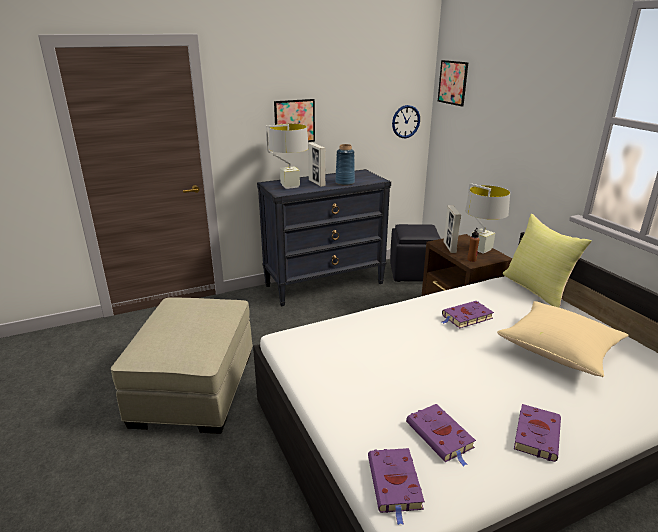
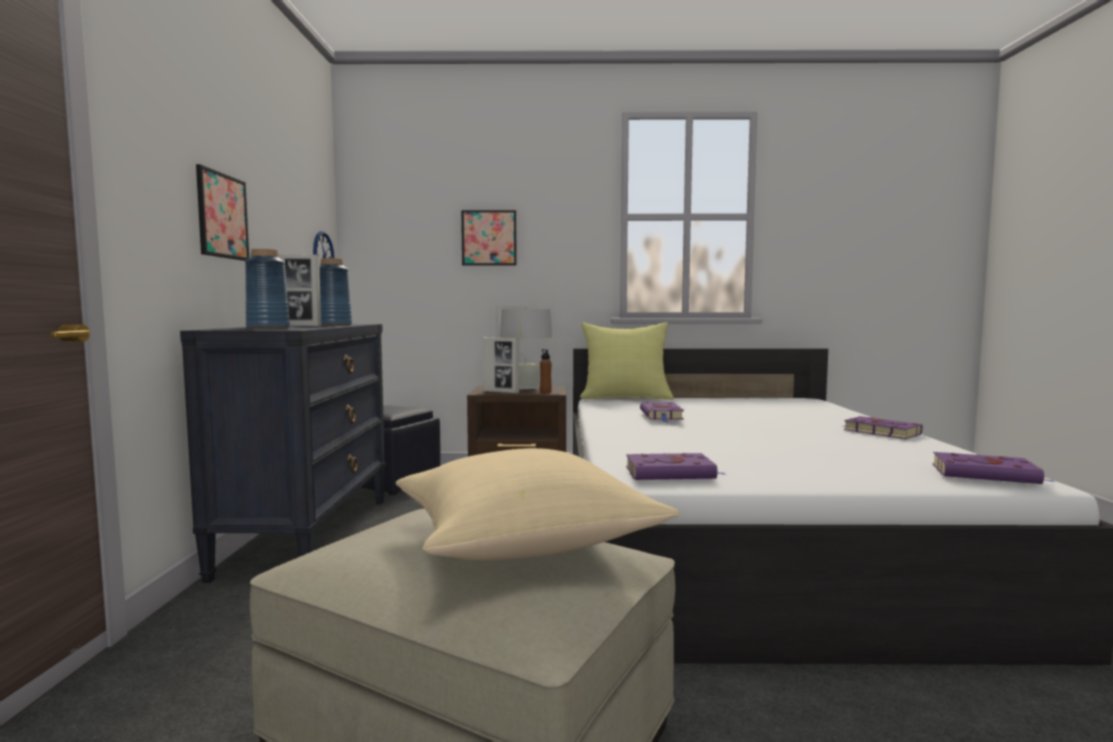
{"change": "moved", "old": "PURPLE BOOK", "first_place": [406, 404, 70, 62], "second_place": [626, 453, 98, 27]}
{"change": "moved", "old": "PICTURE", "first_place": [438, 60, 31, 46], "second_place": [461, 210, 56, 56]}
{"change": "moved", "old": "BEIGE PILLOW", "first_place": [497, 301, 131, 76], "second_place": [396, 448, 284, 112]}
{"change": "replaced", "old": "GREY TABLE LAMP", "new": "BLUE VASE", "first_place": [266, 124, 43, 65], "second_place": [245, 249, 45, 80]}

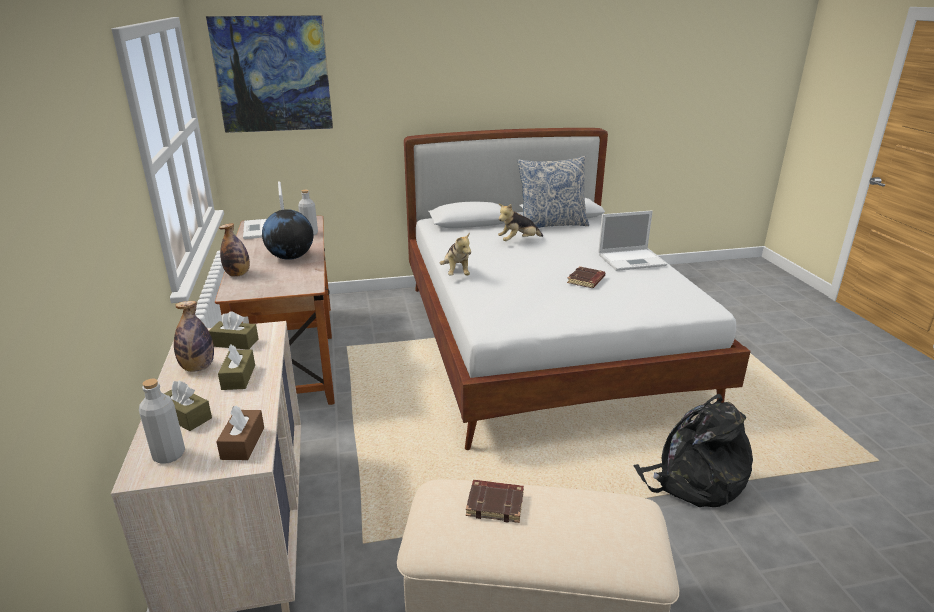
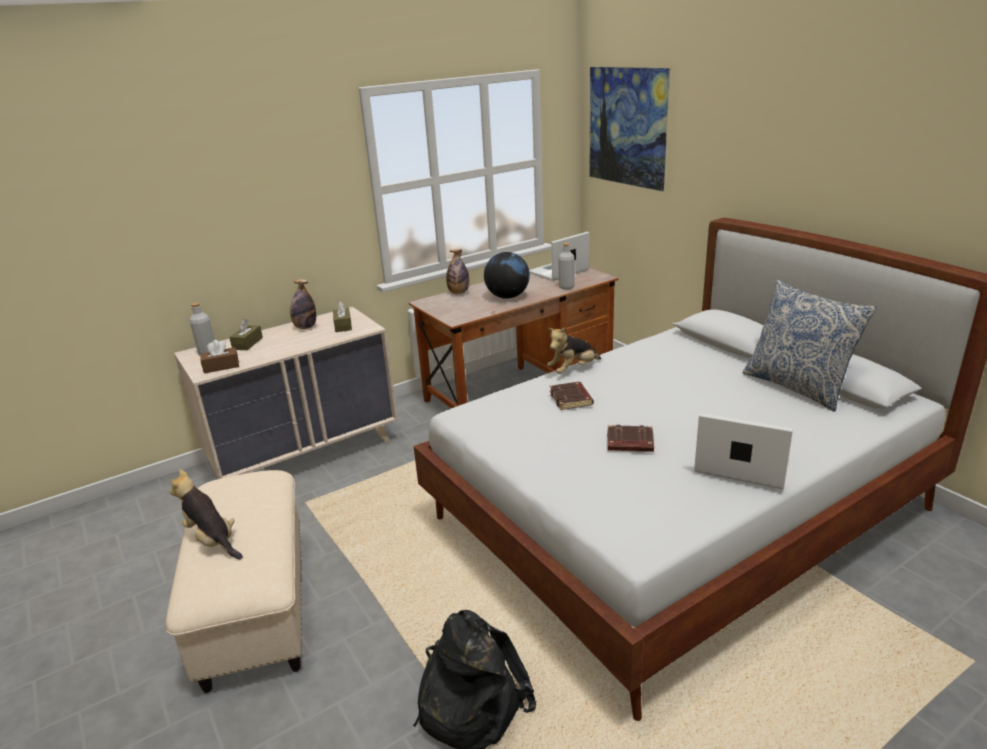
{"change": "removed", "old": "BROWN TISSUE BOX", "first_place": [218, 344, 37, 46]}
{"change": "moved", "old": "BROWN BOOK", "first_place": [466, 480, 58, 43], "second_place": [550, 382, 44, 28]}
{"change": "moved", "old": "PLUSH TOY", "first_place": [498, 204, 45, 37], "second_place": [169, 469, 74, 90]}
{"change": "turned", "old": "LAPTOP", "first_place": [598, 210, 69, 61], "second_place": [694, 413, 99, 76], "degrees": 150}

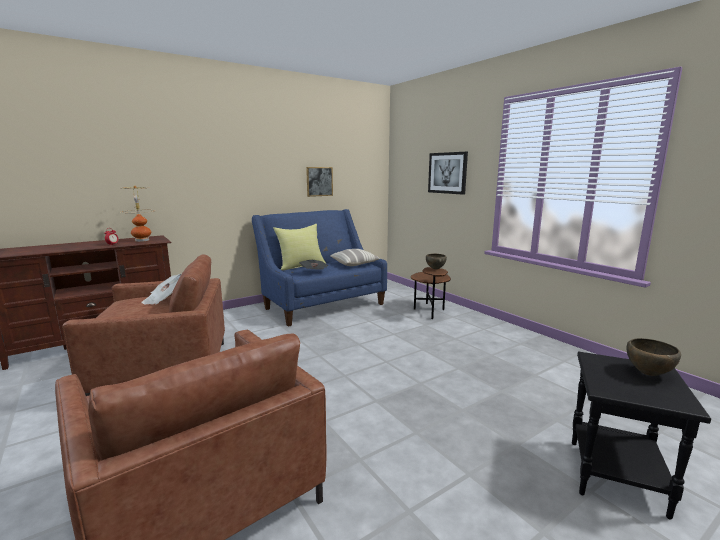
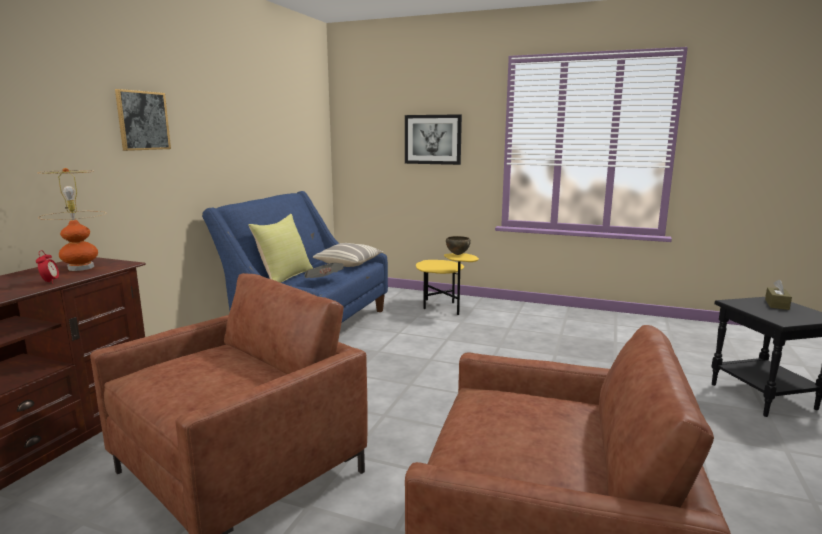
{"change": "removed", "old": "NEWSPAPER", "first_place": [142, 274, 39, 31]}
{"change": "moved", "old": "PICTURE", "first_place": [306, 167, 27, 30], "second_place": [115, 89, 56, 62]}
{"change": "replaced", "old": "BROWN BOWL", "new": "BROWN TISSUE BOX", "first_place": [627, 338, 54, 38], "second_place": [765, 279, 27, 31]}
{"change": "recoloured", "old": "BROWN SIDE TABLE", "new": "YELLOW SIDE TABLE", "first_place": [411, 267, 40, 52], "second_place": [416, 253, 63, 62]}

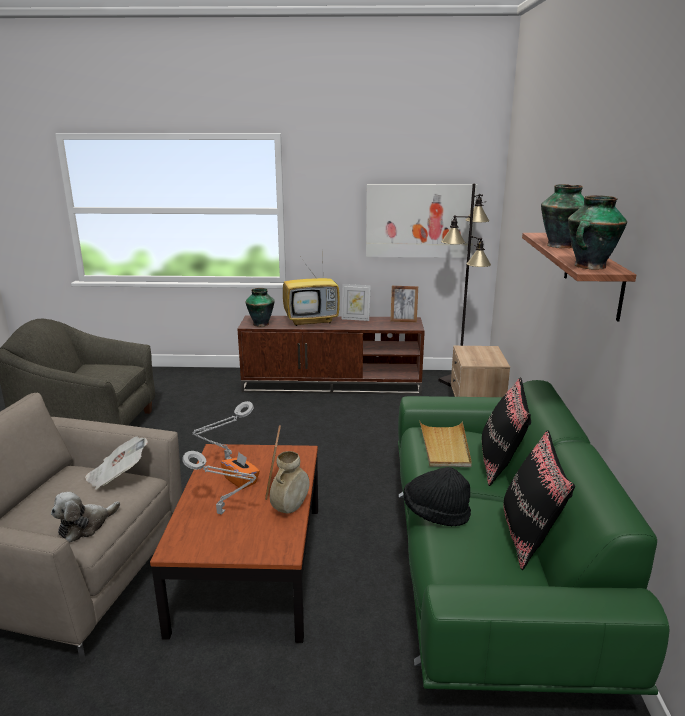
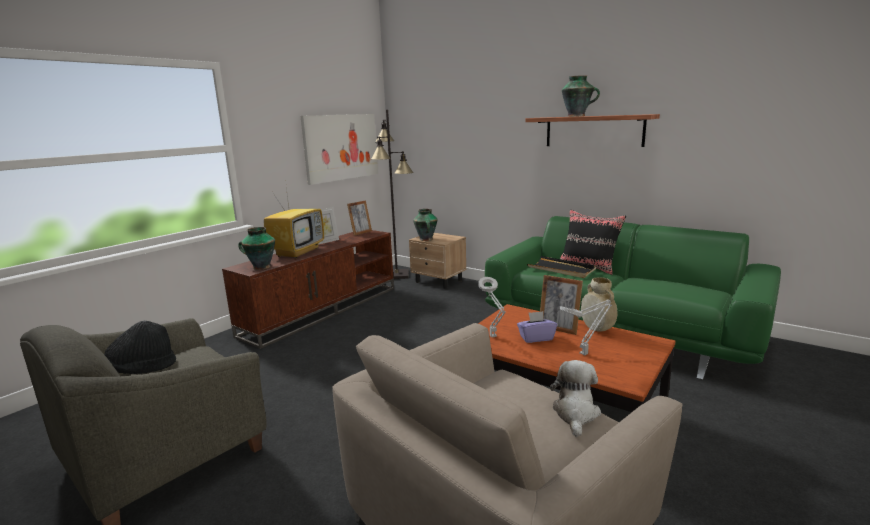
{"change": "removed", "old": "NEWSPAPER", "first_place": [85, 436, 63, 54]}
{"change": "removed", "old": "BLACK PILLOW", "first_place": [503, 430, 72, 140]}
{"change": "moved", "old": "BLACK HAT", "first_place": [404, 467, 67, 59], "second_place": [104, 321, 72, 53]}
{"change": "moved", "old": "VASE", "first_place": [568, 195, 59, 75], "second_place": [413, 209, 25, 32]}
{"change": "recoloured", "old": "ORANGE TISSUE BOX", "new": "PURPLE TISSUE BOX", "first_place": [221, 452, 39, 37], "second_place": [517, 311, 40, 32]}
{"change": "recoloured", "old": "BEIGE TRAY", "new": "BLACK TRAY", "first_place": [420, 421, 52, 46], "second_place": [527, 256, 69, 22]}
{"change": "turned", "old": "PLUSH TOY", "first_place": [51, 492, 69, 50], "second_place": [550, 360, 51, 77], "degrees": -150}

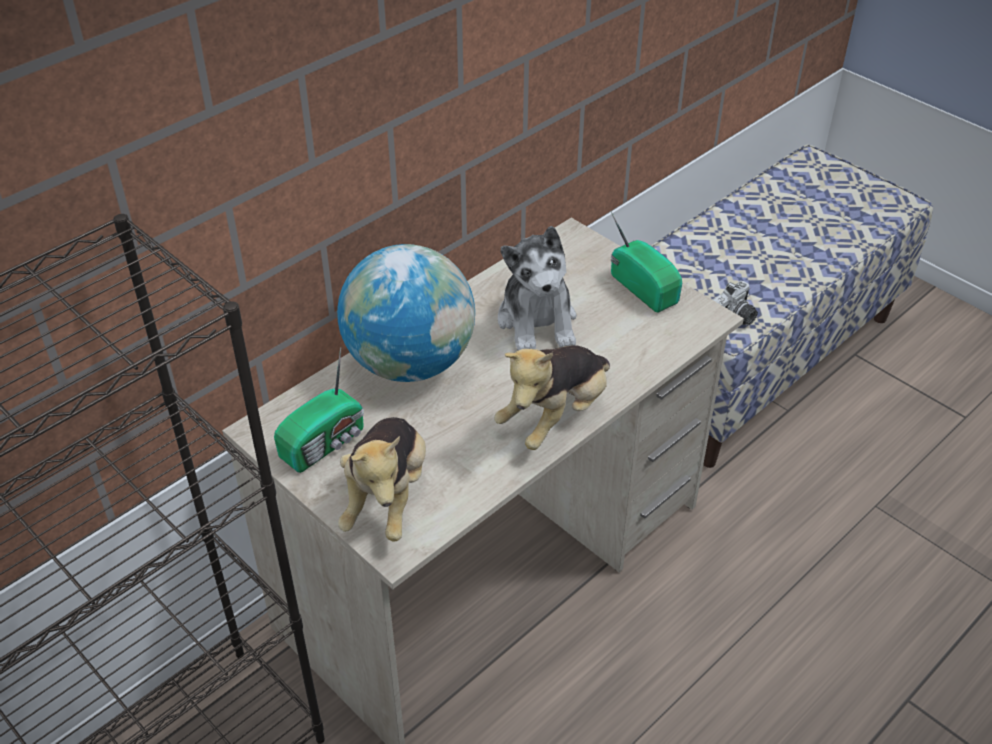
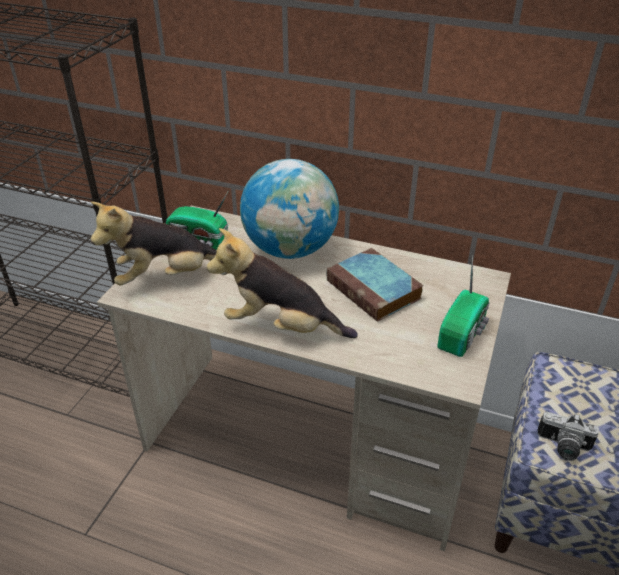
{"change": "replaced", "old": "PLUSH TOY", "new": "BOOK", "first_place": [498, 226, 79, 124], "second_place": [327, 248, 97, 74]}

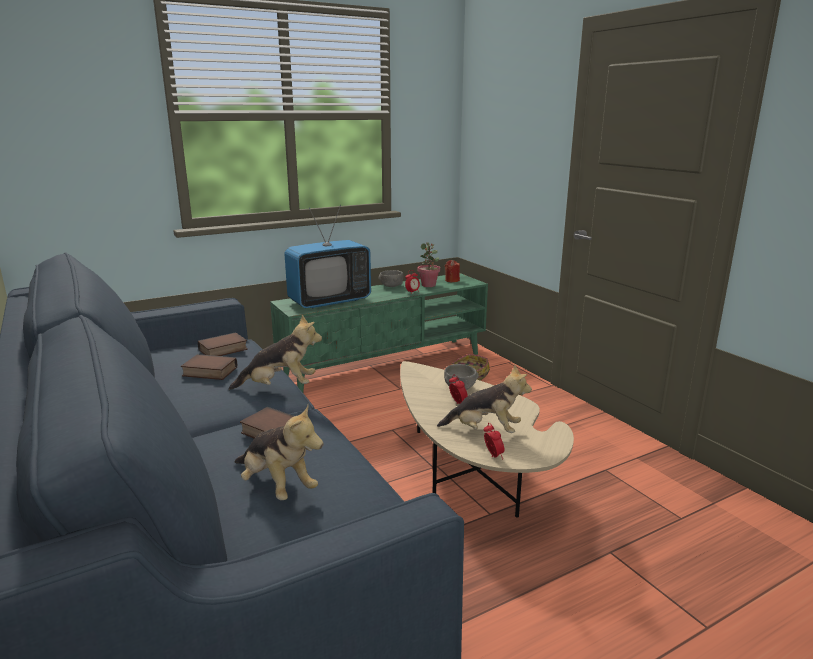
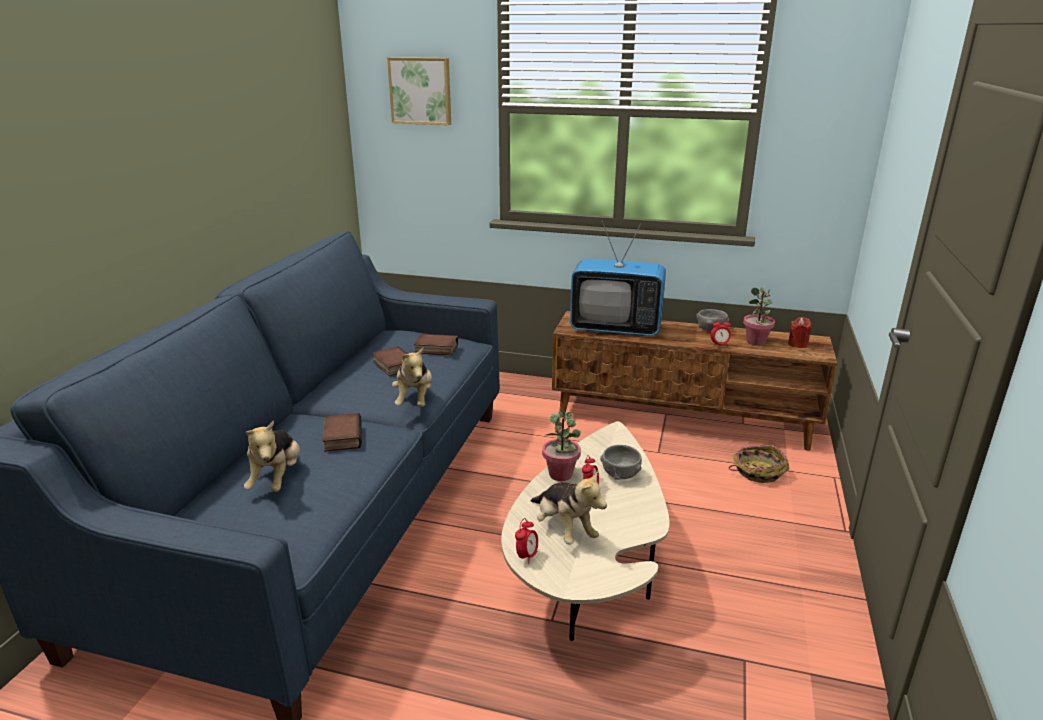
{"change": "added", "new": "PICTURE", "second_place": [387, 57, 64, 68]}
{"change": "added", "new": "POTTED PLANT", "second_place": [542, 409, 39, 72]}
{"change": "recoloured", "old": "GREEN TV STAND", "new": "BROWN TV STAND", "first_place": [270, 273, 218, 120], "second_place": [552, 311, 285, 140]}
{"change": "turned", "old": "PLUSH TOY", "first_place": [229, 315, 93, 75], "second_place": [392, 347, 40, 60], "degrees": 45}

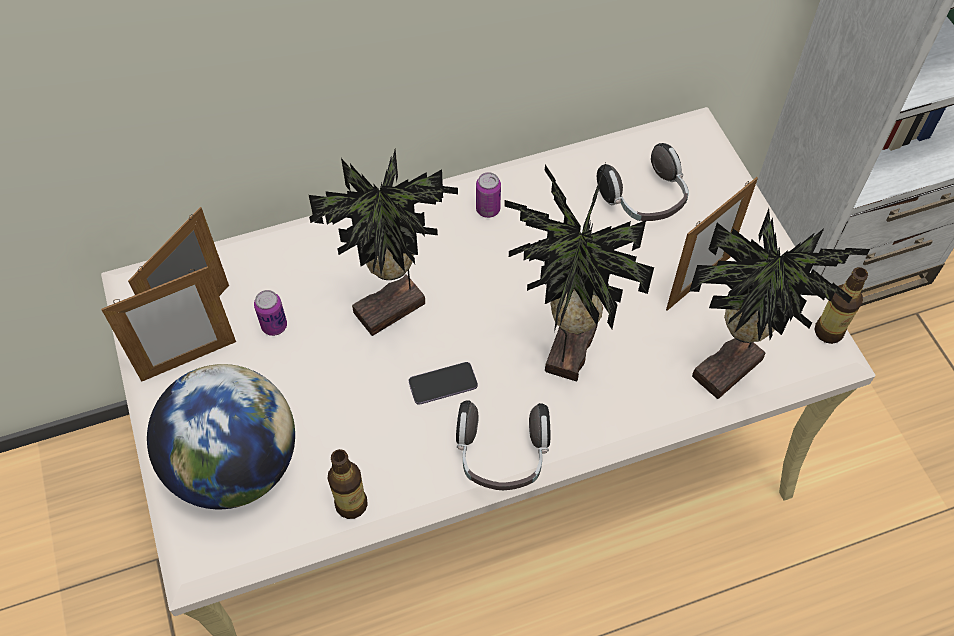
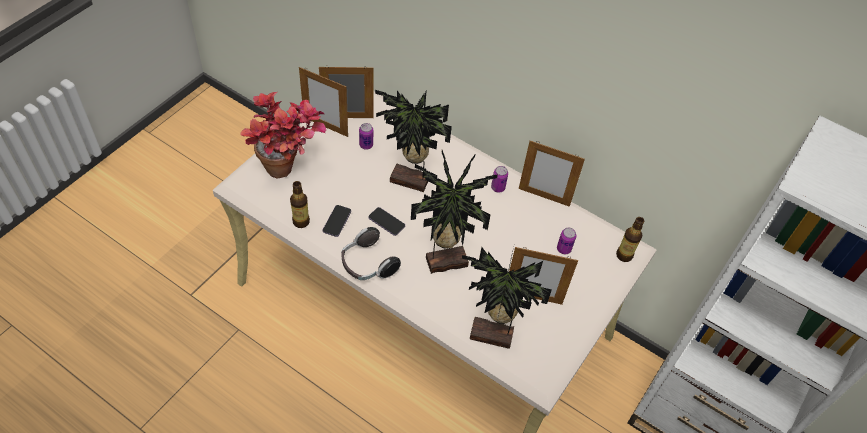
{"change": "added", "new": "PHONE", "second_place": [323, 205, 28, 32]}
{"change": "added", "new": "PICTURE FRAME", "second_place": [519, 140, 66, 67]}
{"change": "moved", "old": "BOTTLE", "first_place": [815, 267, 53, 77], "second_place": [616, 217, 28, 45]}
{"change": "replaced", "old": "GLOBE", "new": "POTTED PLANT", "first_place": [147, 364, 148, 145], "second_place": [240, 92, 86, 87]}
{"change": "replaced", "old": "HEADPHONES", "new": "CAN", "first_place": [597, 143, 92, 78], "second_place": [557, 227, 19, 27]}

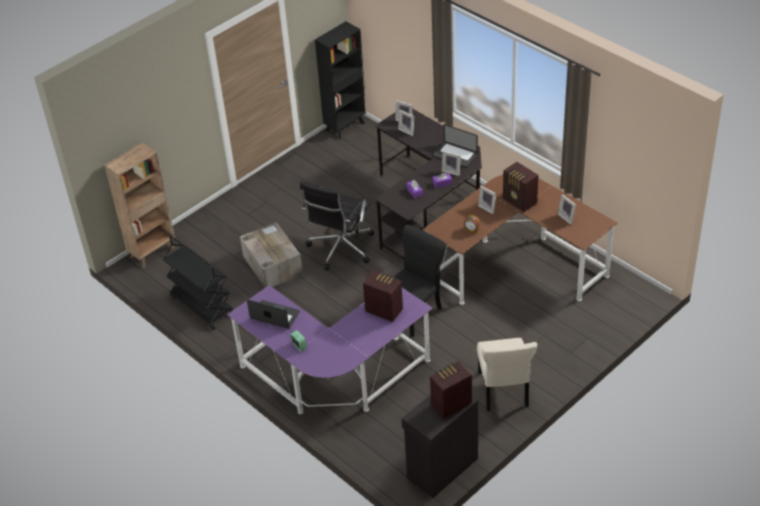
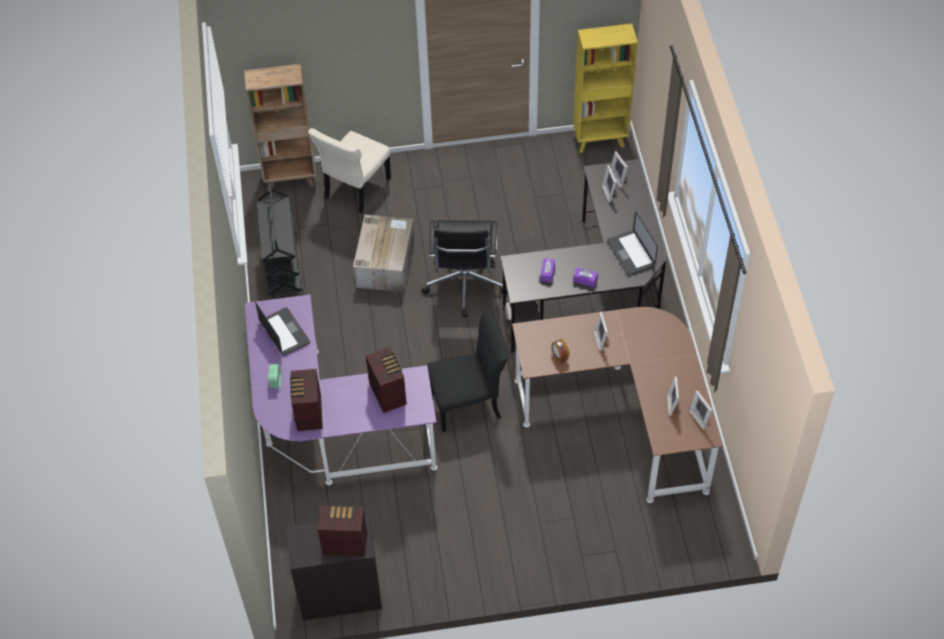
{"change": "moved", "old": "PICTURE FRAME", "first_place": [442, 151, 19, 25], "second_place": [689, 390, 23, 40]}
{"change": "moved", "old": "BEIGE CHAIR", "first_place": [477, 338, 60, 73], "second_place": [308, 128, 83, 86]}
{"change": "moved", "old": "RADIO", "first_place": [503, 162, 35, 50], "second_place": [290, 369, 33, 62]}
{"change": "recoloured", "old": "BLACK BOOKCASE", "new": "YELLOW BOOKCASE", "first_place": [315, 21, 51, 118], "second_place": [573, 24, 65, 129]}
{"change": "turned", "old": "BLACK OFFICE CHAIR", "first_place": [300, 181, 74, 89], "second_place": [422, 220, 86, 97], "degrees": -60}

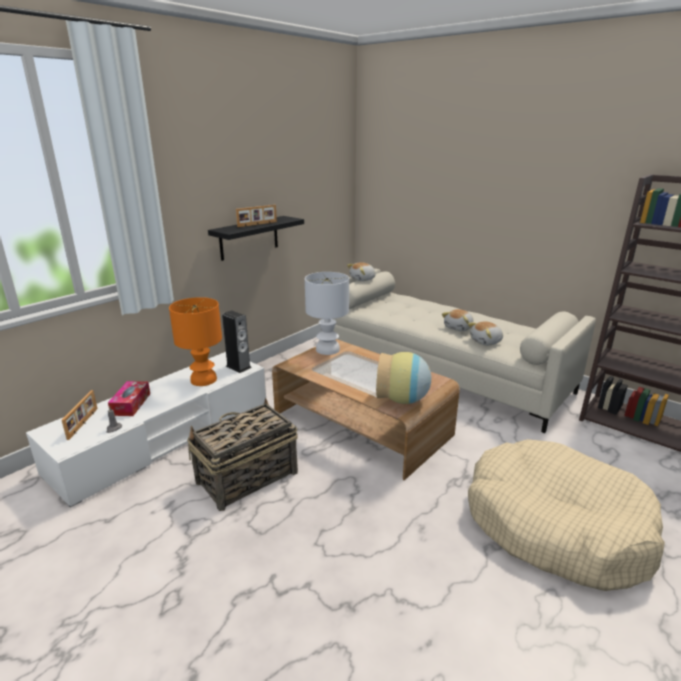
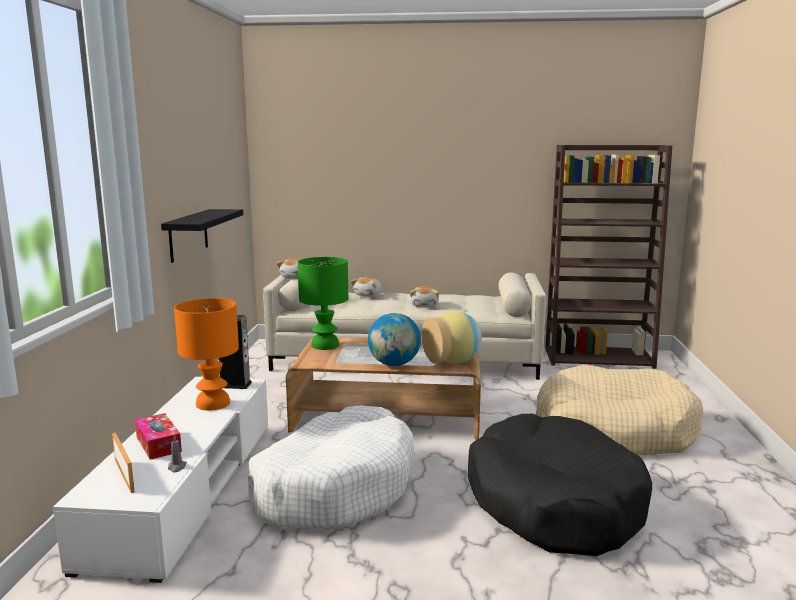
{"change": "removed", "old": "PICTURE FRAME", "first_place": [236, 205, 41, 22]}
{"change": "added", "new": "GLOBE", "second_place": [368, 313, 53, 53]}
{"change": "added", "new": "BLACK DOG BED", "second_place": [468, 414, 184, 142]}
{"change": "moved", "old": "PLUSH TOY", "first_place": [468, 321, 35, 24], "second_place": [351, 277, 31, 20]}
{"change": "replaced", "old": "BASKET", "new": "WHITE DOG BED", "first_place": [187, 398, 111, 113], "second_place": [248, 406, 168, 124]}
{"change": "recoloured", "old": "WHITE TABLE LAMP", "new": "GREEN TABLE LAMP", "first_place": [305, 272, 44, 83], "second_place": [298, 257, 50, 93]}

